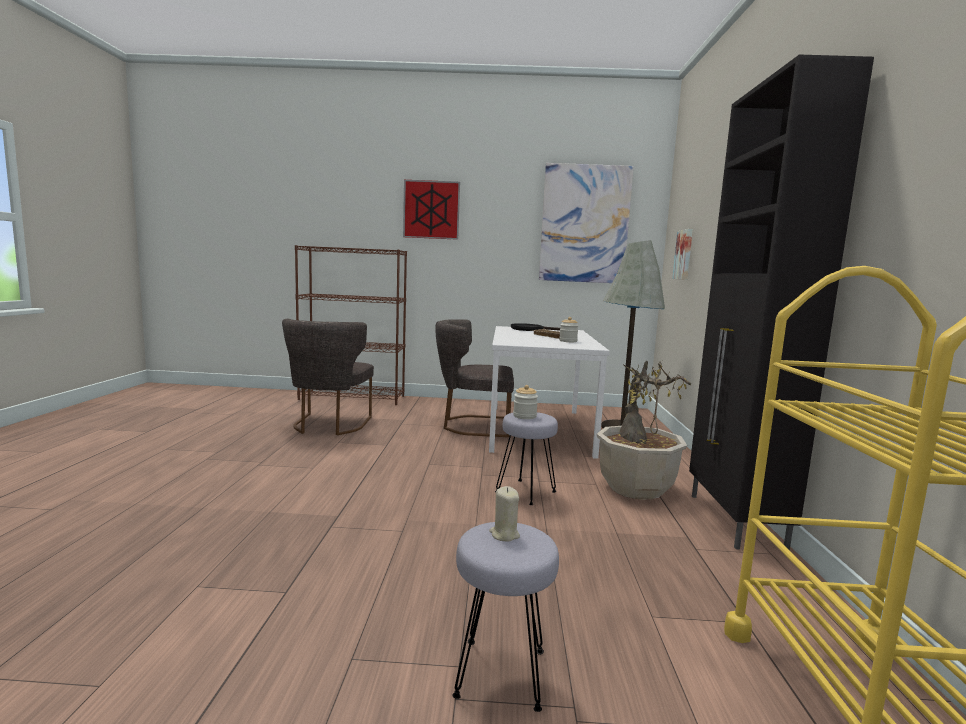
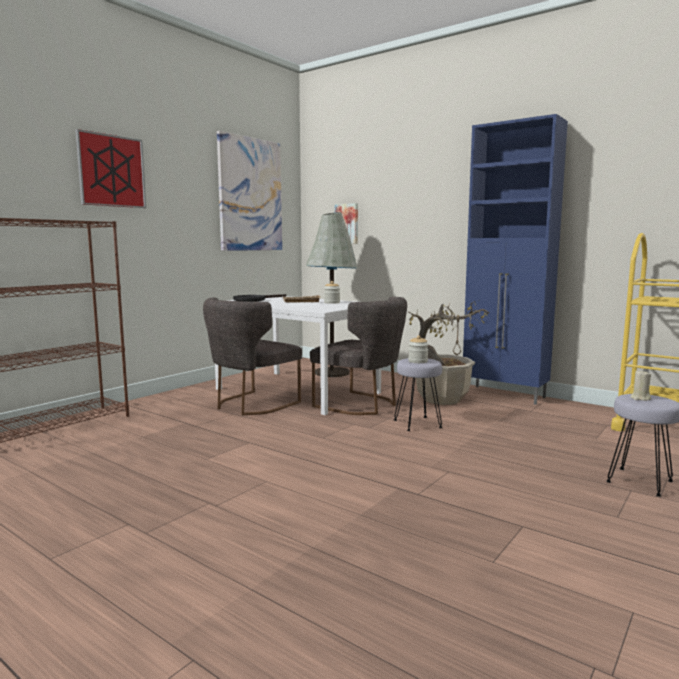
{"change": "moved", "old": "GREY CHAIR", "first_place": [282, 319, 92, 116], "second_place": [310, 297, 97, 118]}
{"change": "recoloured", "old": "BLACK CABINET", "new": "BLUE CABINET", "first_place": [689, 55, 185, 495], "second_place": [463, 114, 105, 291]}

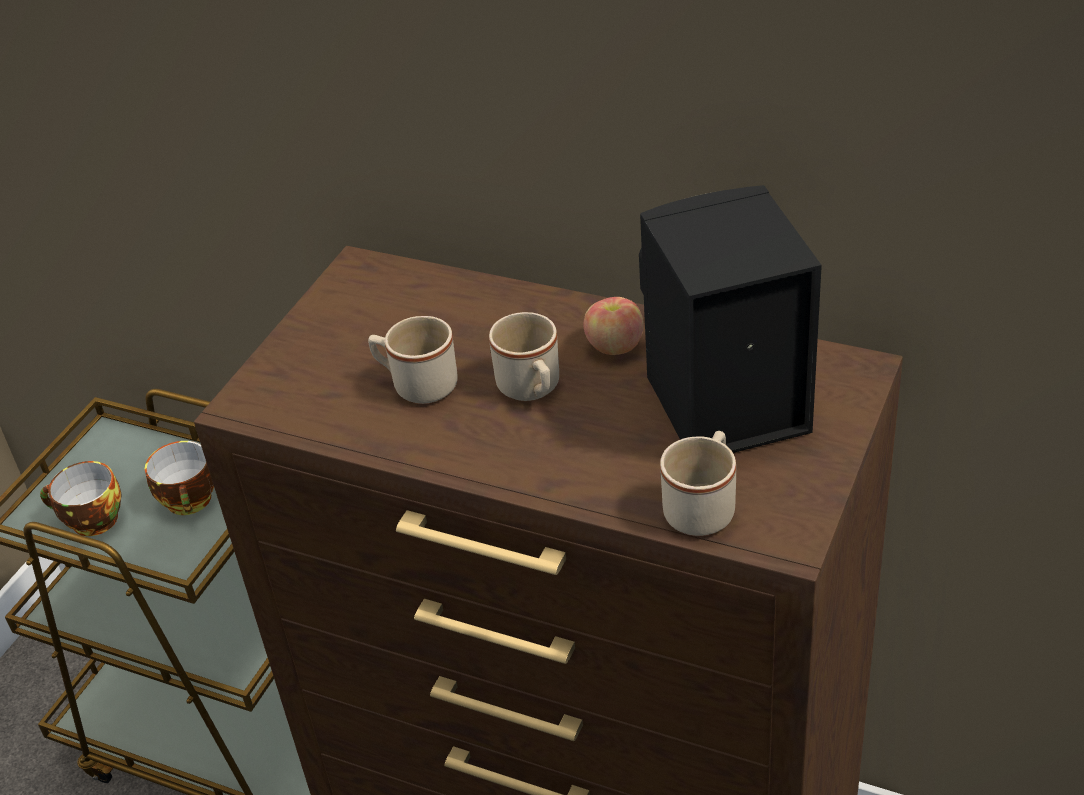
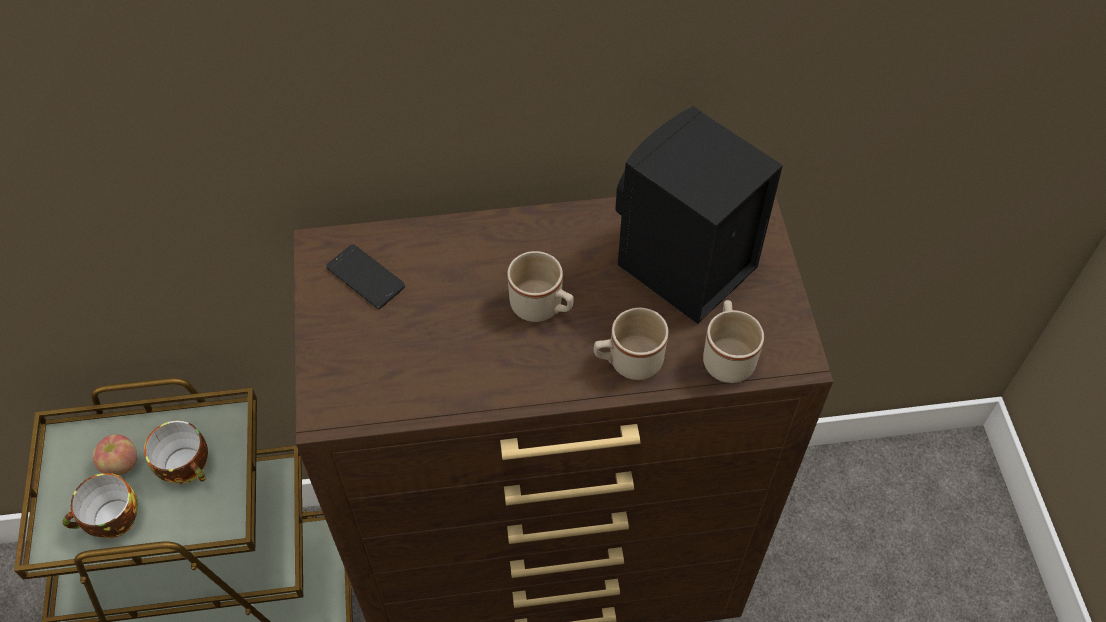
{"change": "added", "new": "PHONE", "second_place": [326, 244, 79, 65]}
{"change": "moved", "old": "BEIGE MUG", "first_place": [368, 316, 90, 88], "second_place": [594, 308, 74, 72]}
{"change": "moved", "old": "APPLE", "first_place": [583, 297, 61, 58], "second_place": [92, 434, 45, 42]}

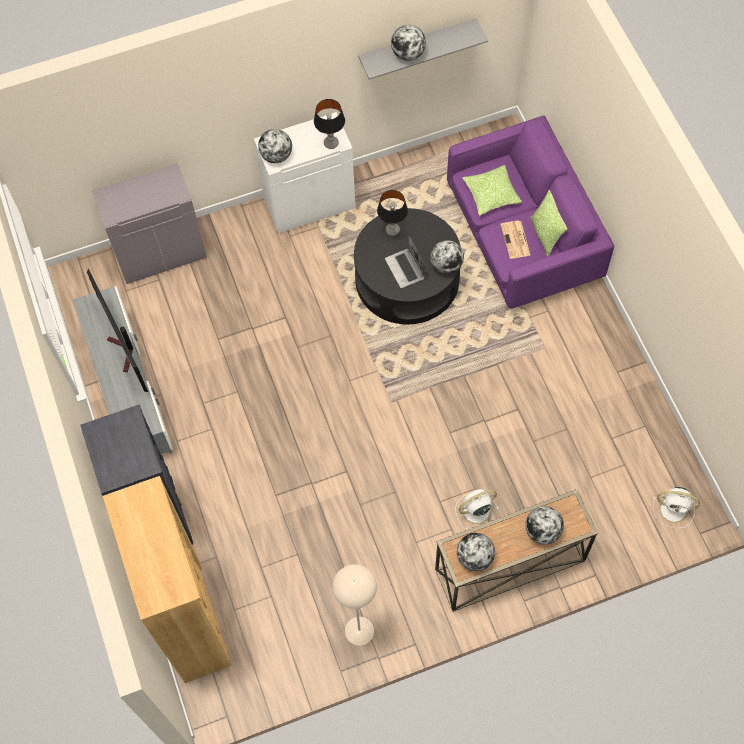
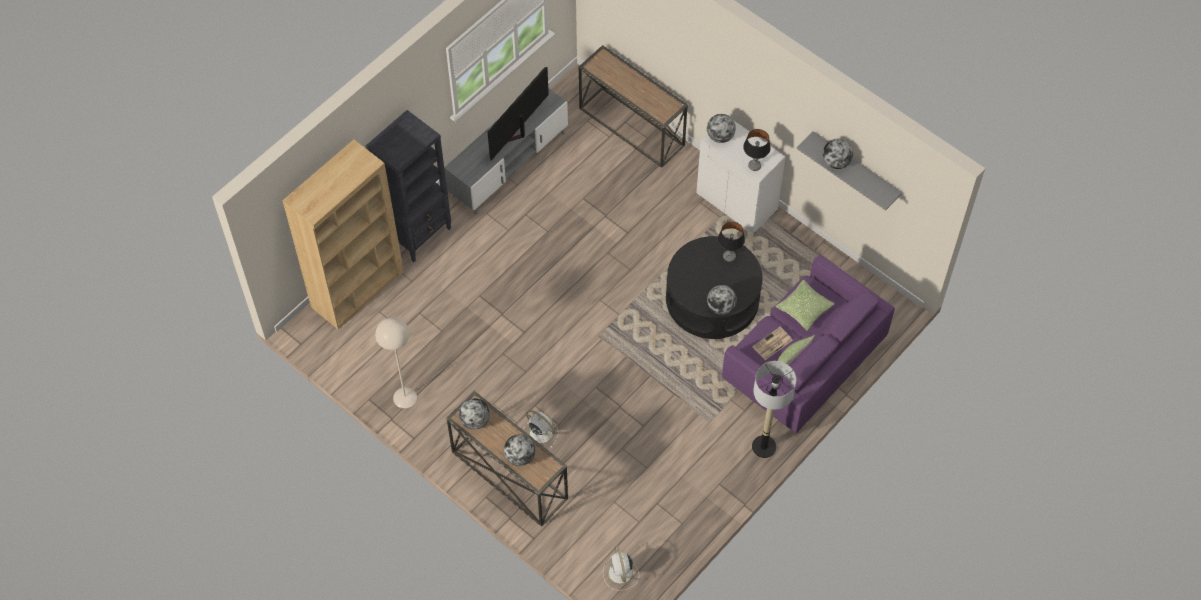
{"change": "removed", "old": "LAPTOP", "first_place": [385, 235, 41, 54]}
{"change": "added", "new": "FLOOR LAMP", "second_place": [752, 361, 44, 97]}
{"change": "replaced", "old": "GREY CABINET", "new": "CONSOLE TABLE", "first_place": [92, 163, 115, 121], "second_place": [578, 45, 110, 123]}

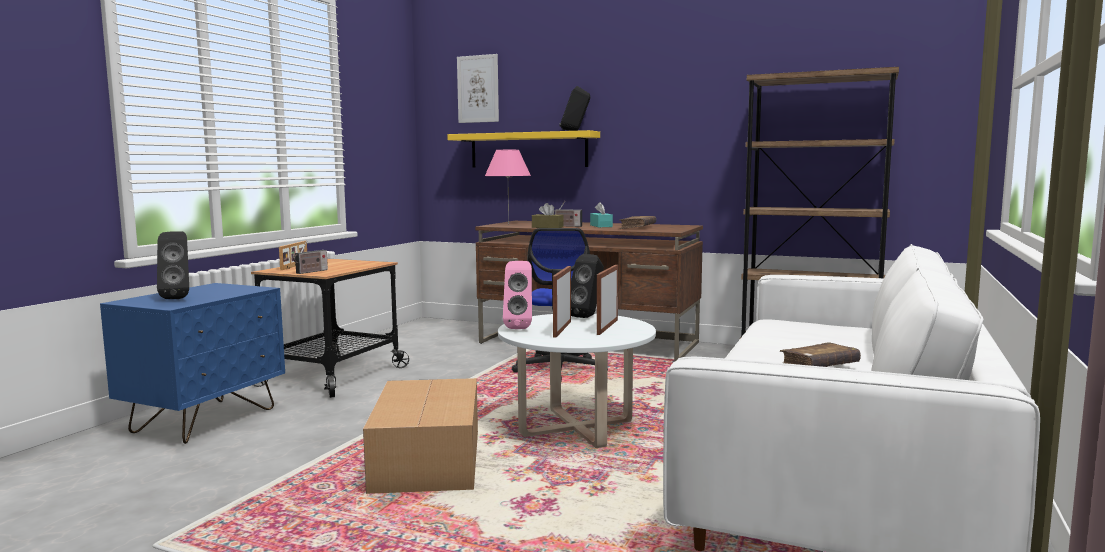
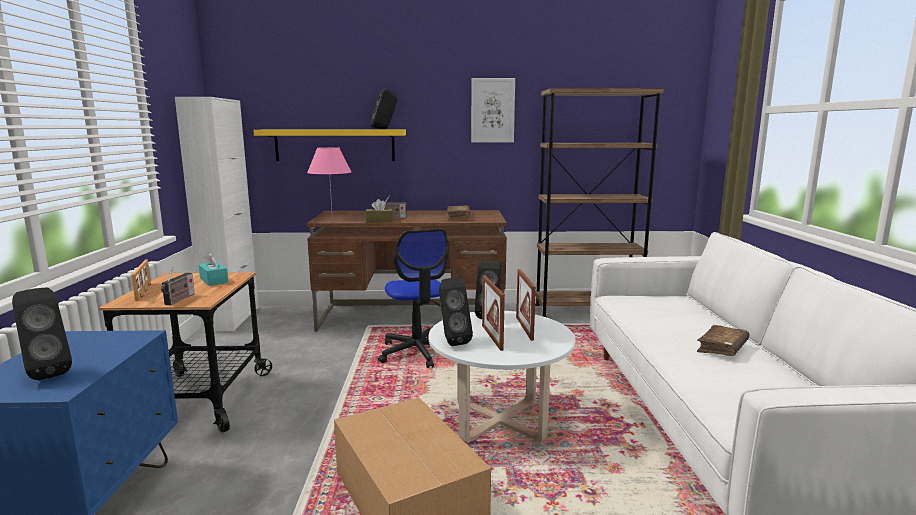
{"change": "added", "new": "WHITE CABINET", "second_place": [175, 97, 84, 234]}
{"change": "moved", "old": "PICTURE", "first_place": [457, 54, 42, 69], "second_place": [471, 78, 44, 65]}
{"change": "moved", "old": "TURQUOISE TISSUE BOX", "first_place": [590, 202, 23, 25], "second_place": [199, 252, 29, 34]}
{"change": "recoloured", "old": "PINK SPEAKER", "new": "BLACK SPEAKER", "first_place": [503, 261, 29, 68], "second_place": [439, 278, 34, 68]}

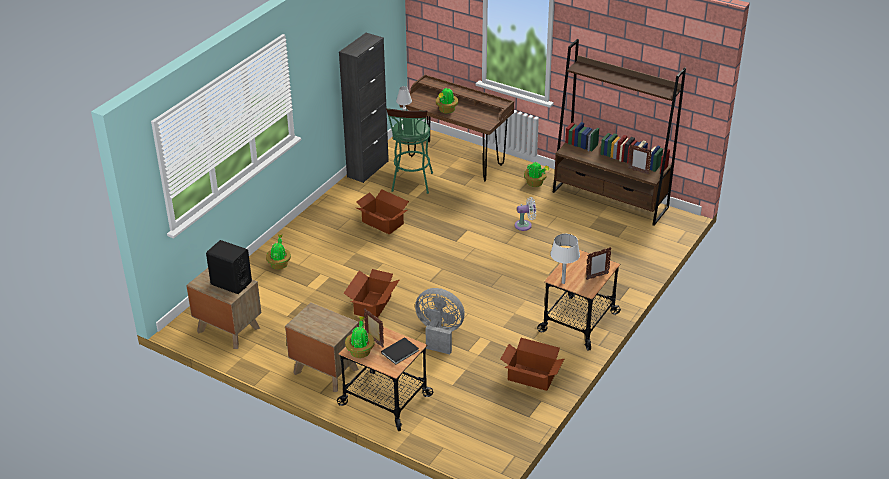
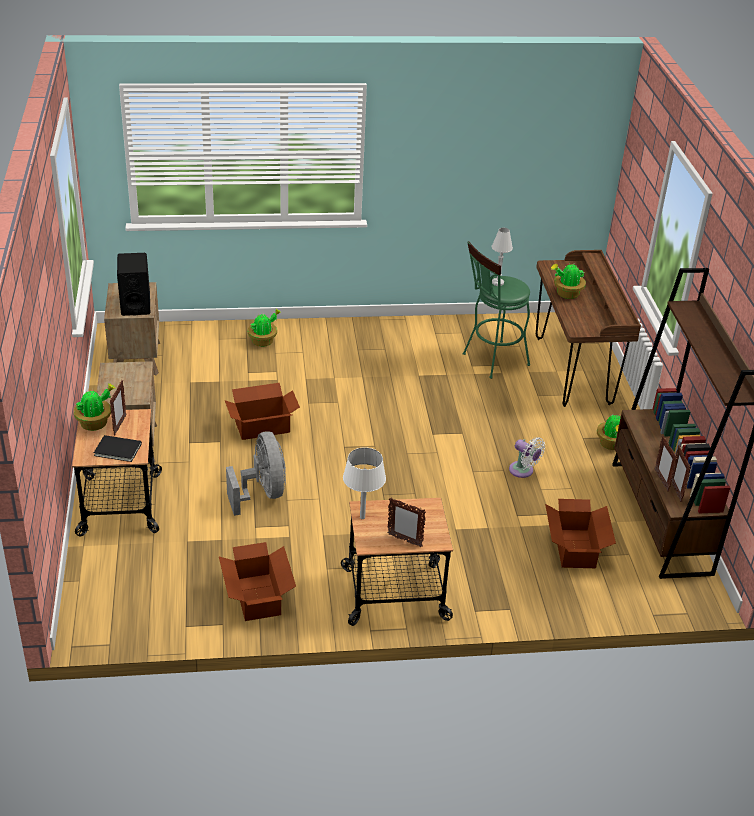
{"change": "removed", "old": "BLACK CABINET", "first_place": [339, 33, 50, 150]}
{"change": "added", "new": "PICTURE FRAME", "second_place": [655, 436, 22, 56]}
{"change": "moved", "old": "CARDBOARD BOX", "first_place": [356, 189, 53, 46], "second_place": [545, 499, 71, 69]}

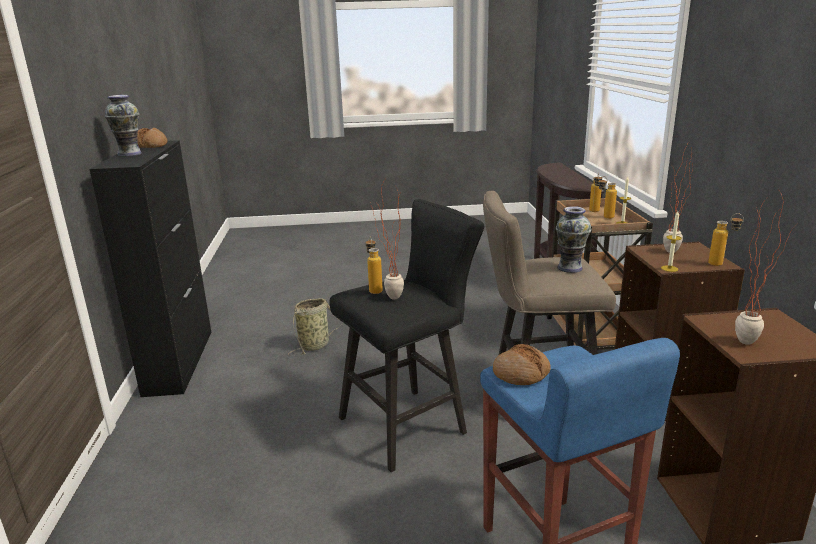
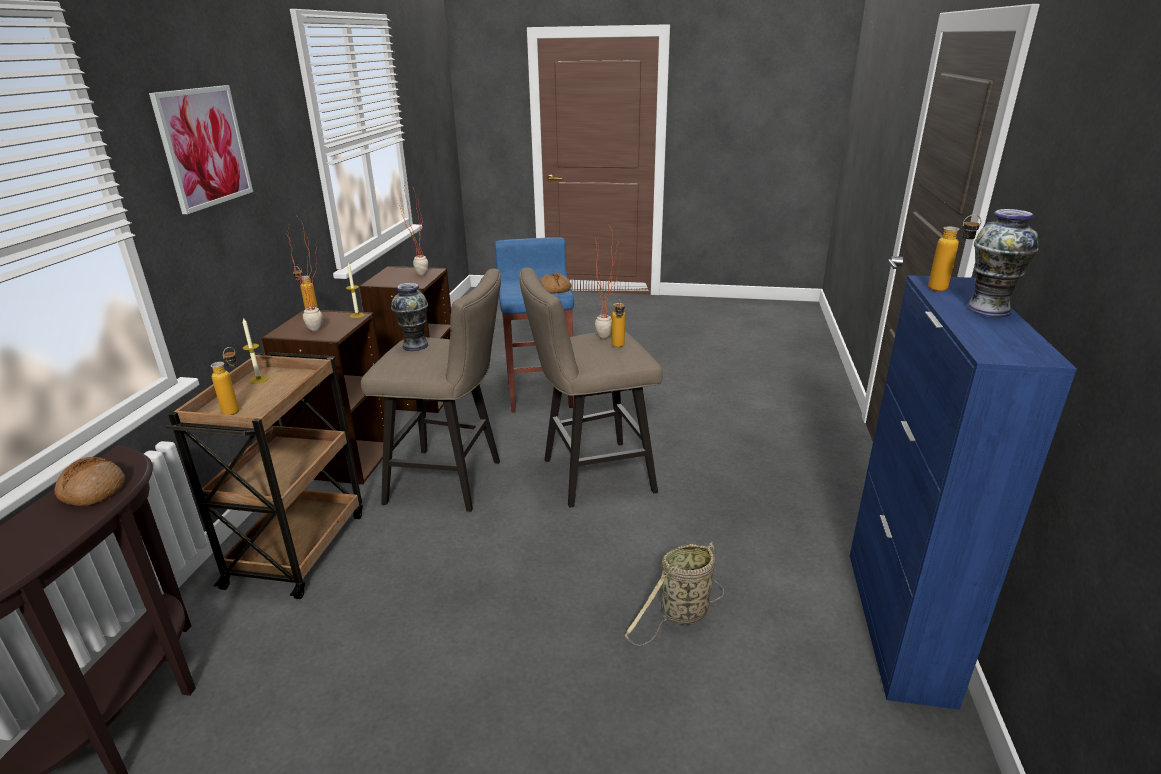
{"change": "added", "new": "PICTURE", "second_place": [149, 85, 104, 129]}
{"change": "moved", "old": "BREAD", "first_place": [137, 128, 30, 20], "second_place": [55, 457, 70, 49]}
{"change": "moved", "old": "BOTTLE", "first_place": [598, 176, 19, 43], "second_place": [928, 215, 53, 76]}
{"change": "recoloured", "old": "BLACK CABINET", "new": "BLUE CABINET", "first_place": [89, 140, 122, 257], "second_place": [850, 275, 227, 435]}
{"change": "recoloured", "old": "BLACK STOOL", "new": "BEIGE STOOL", "first_place": [329, 199, 155, 273], "second_place": [520, 268, 143, 240]}

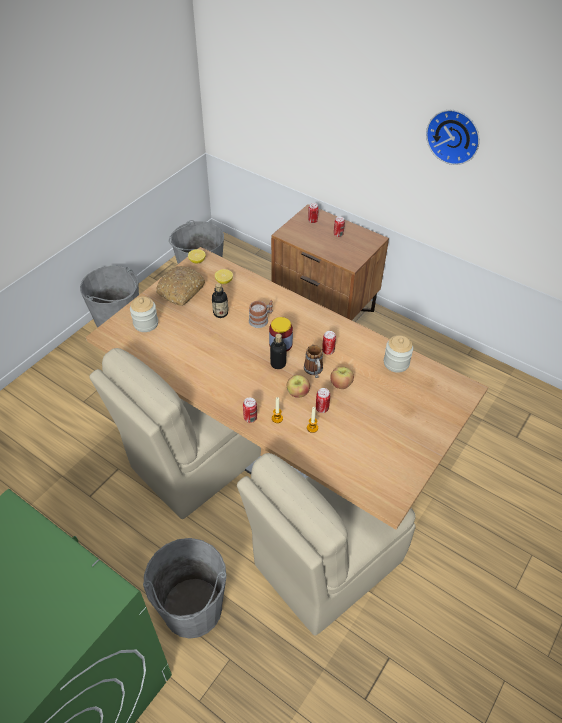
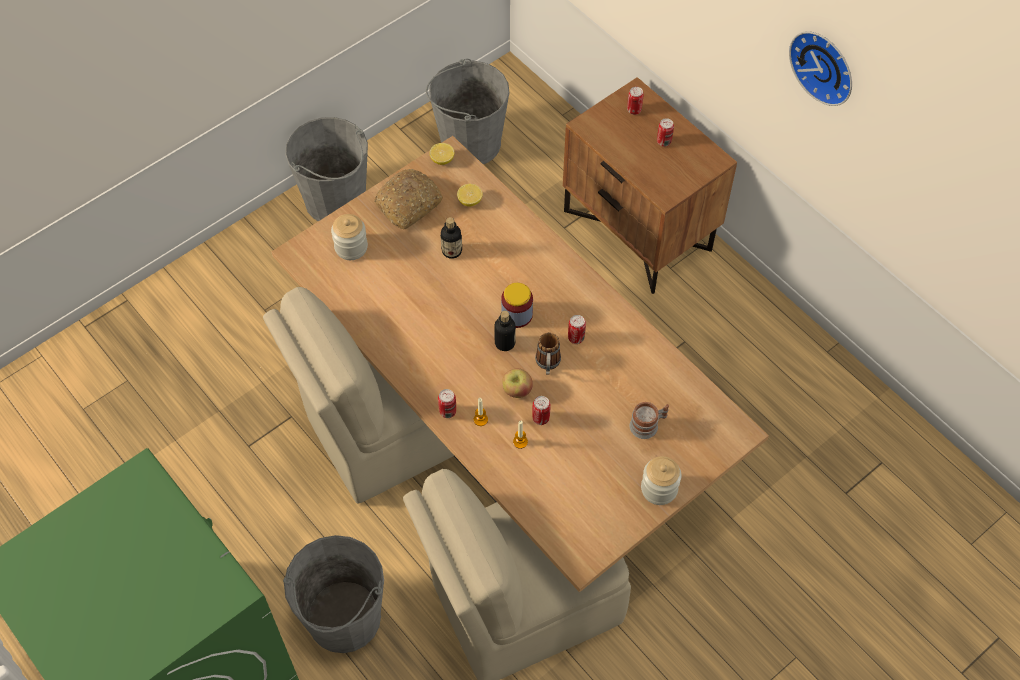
{"change": "removed", "old": "APPLE", "first_place": [330, 367, 24, 22]}
{"change": "moved", "old": "MUG", "first_place": [249, 300, 24, 28], "second_place": [630, 402, 39, 37]}
{"change": "moved", "old": "JAR", "first_place": [384, 335, 29, 38], "second_place": [641, 456, 40, 49]}

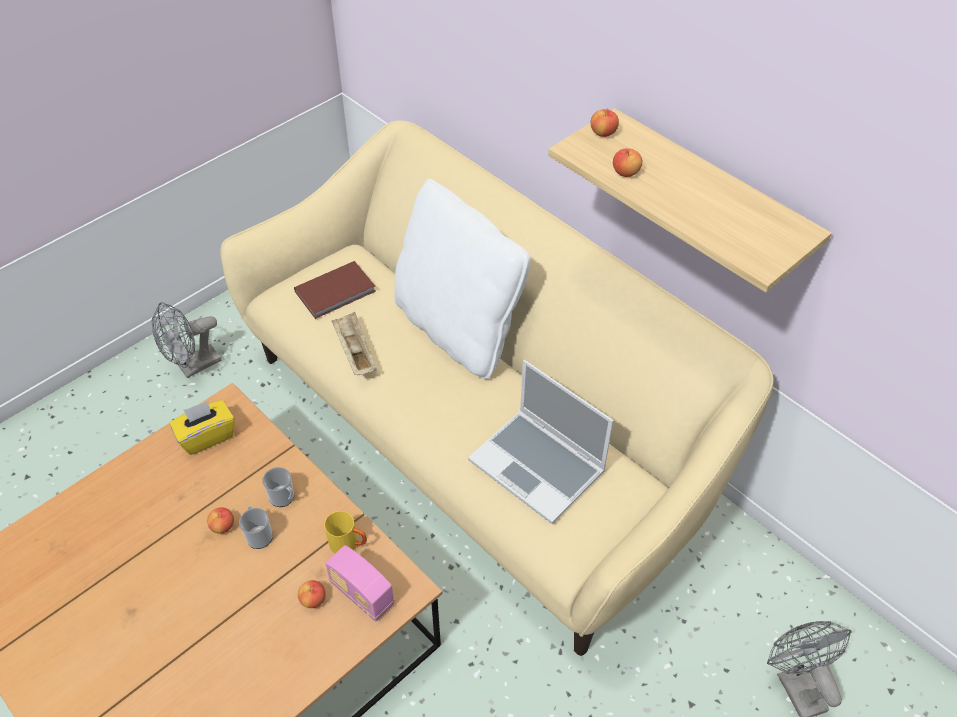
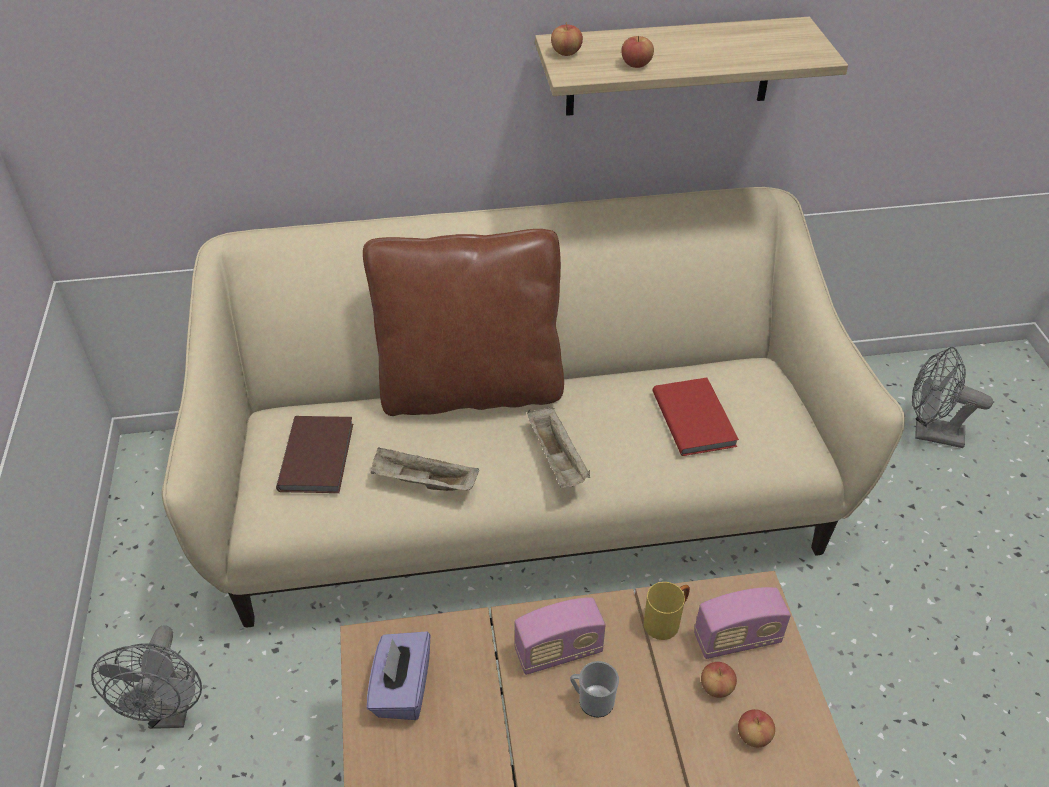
{"change": "added", "new": "BEIGE TRAY", "second_place": [527, 406, 63, 82]}
{"change": "moved", "old": "APPLE", "first_place": [207, 507, 27, 27], "second_place": [738, 709, 37, 39]}
{"change": "replaced", "old": "MUG", "new": "RADIO", "first_place": [262, 467, 32, 40], "second_place": [514, 597, 92, 78]}
{"change": "replaced", "old": "LAPTOP", "new": "RED BOOK", "first_place": [468, 360, 145, 164], "second_place": [653, 377, 86, 79]}
{"change": "recoloured", "old": "YELLOW TISSUE BOX", "new": "PURPLE TISSUE BOX", "first_place": [170, 400, 65, 55], "second_place": [367, 631, 63, 89]}
{"change": "recoloured", "old": "WHITE PILLOW", "new": "BROWN PILLOW", "first_place": [394, 179, 137, 200], "second_place": [363, 229, 201, 187]}

